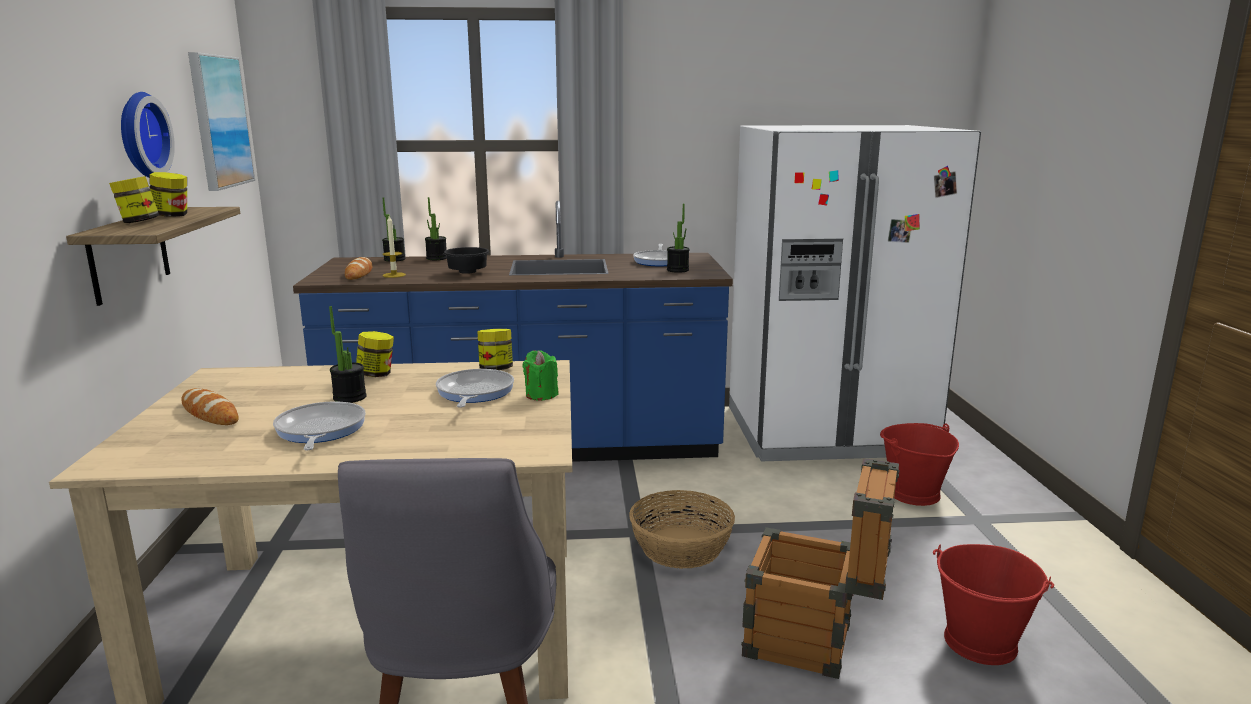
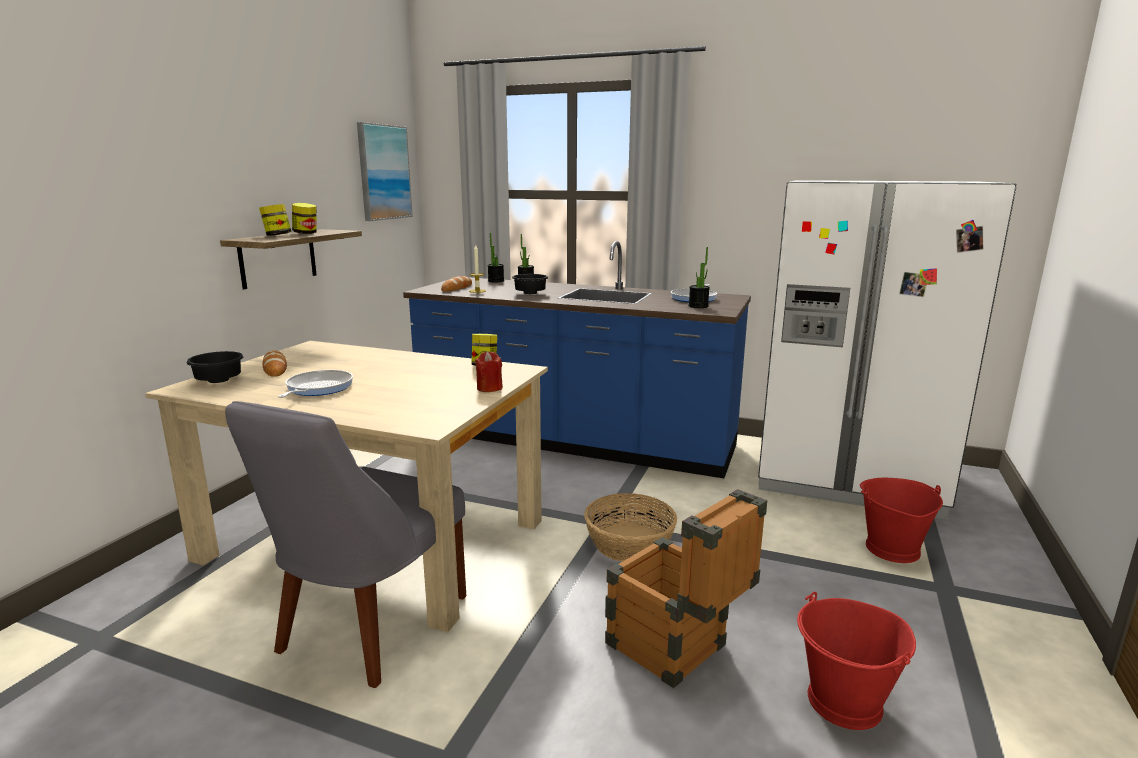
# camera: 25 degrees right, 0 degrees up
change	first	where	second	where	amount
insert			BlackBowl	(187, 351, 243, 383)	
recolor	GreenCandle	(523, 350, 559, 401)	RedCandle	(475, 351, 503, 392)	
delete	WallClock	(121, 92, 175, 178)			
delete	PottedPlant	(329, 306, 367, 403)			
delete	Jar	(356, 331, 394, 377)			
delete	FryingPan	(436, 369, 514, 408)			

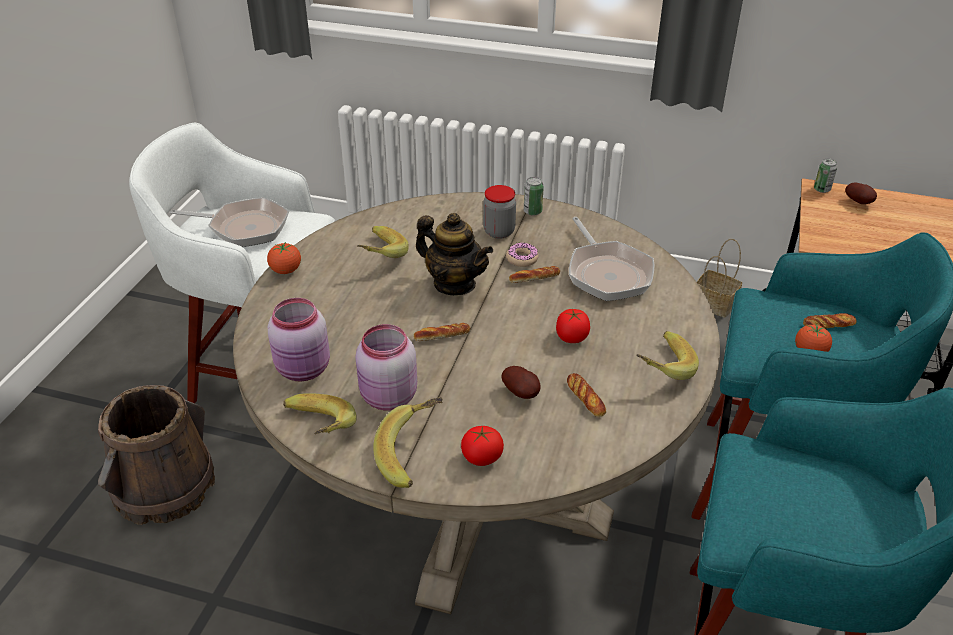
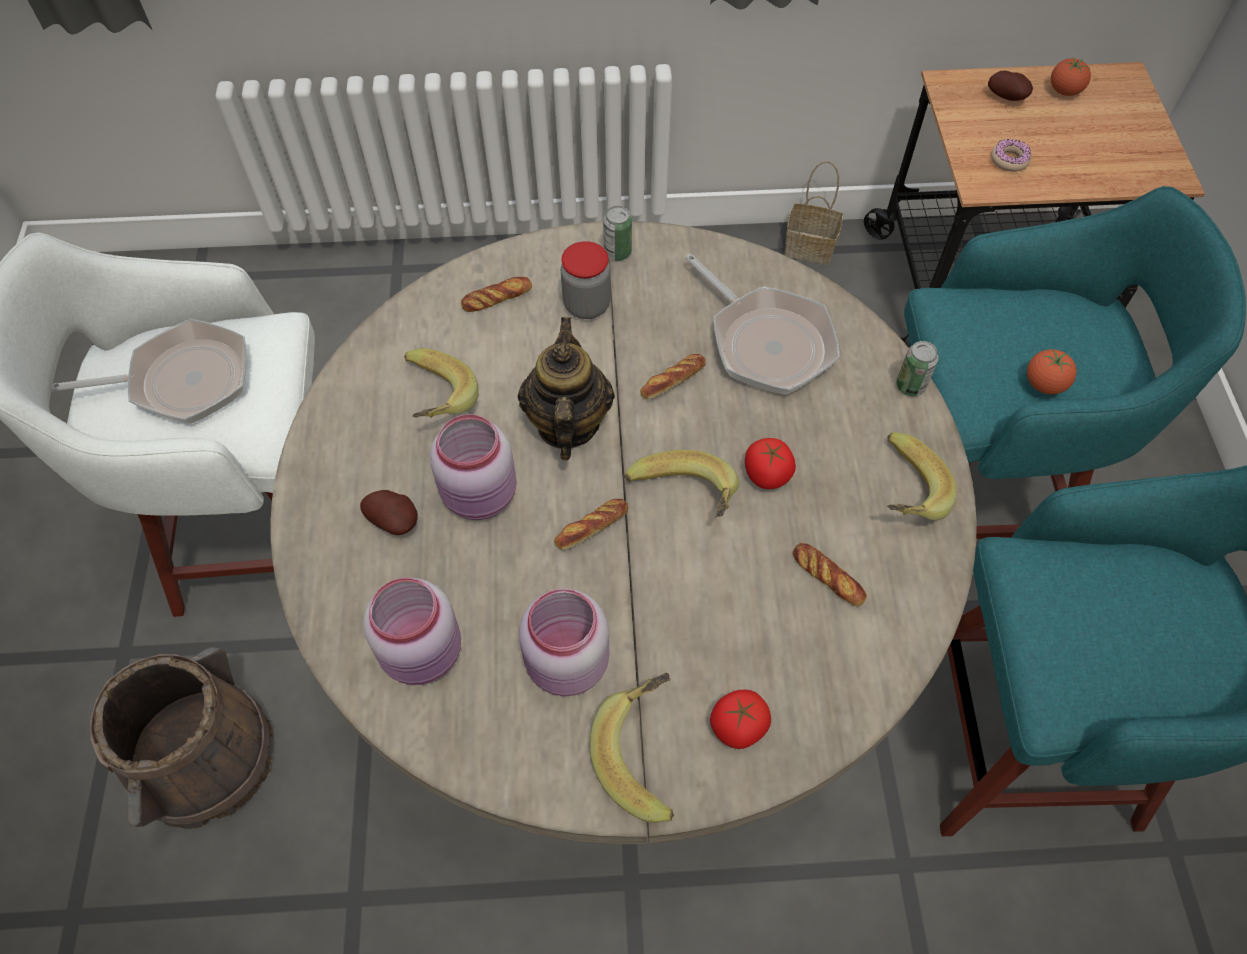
# camera: 20 degrees left, 20 degrees up
change	first	where	second	where	amount
move	Potato	(501, 366, 541, 399)		(360, 490, 418, 535)	
insert			PinkJar	(430, 414, 517, 520)	
move	Bread	(803, 313, 857, 328)		(461, 277, 532, 312)	
rotate	Teapot	(416, 213, 493, 295)		(518, 317, 615, 460)	105 degrees counterclockwise
move	Banana	(283, 393, 357, 435)		(625, 450, 739, 517)	
move	Can	(814, 159, 837, 193)		(896, 341, 939, 397)	
move	Donut	(506, 243, 539, 267)		(991, 139, 1031, 172)	
move	Tomato	(267, 242, 301, 274)		(1051, 57, 1091, 96)	

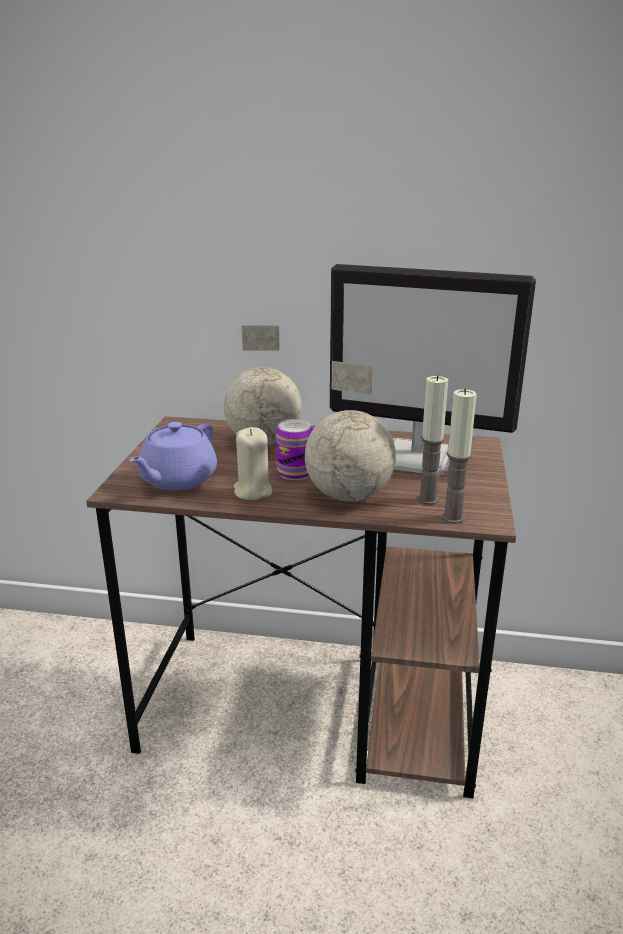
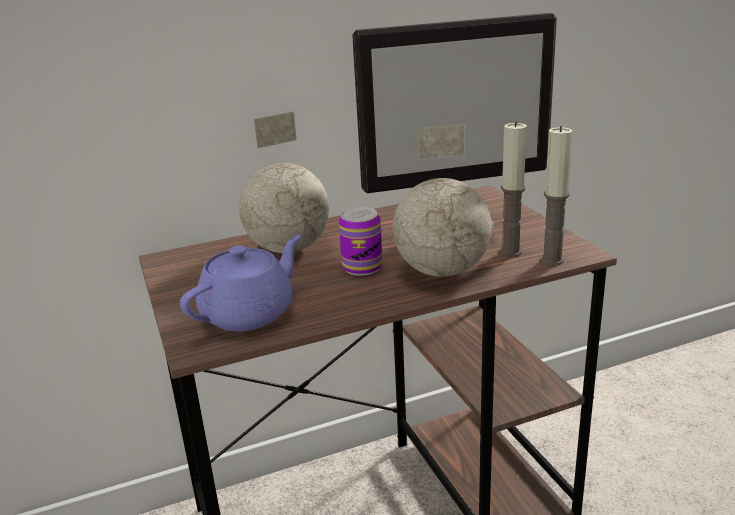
# camera: 30 degrees left, 0 degrees up
change	first	where	second	where	amount
rotate	PurpleTeapot	(129, 422, 217, 491)		(180, 235, 301, 331)	135 degrees counterclockwise
delete	BeigeCandle	(233, 427, 272, 500)			

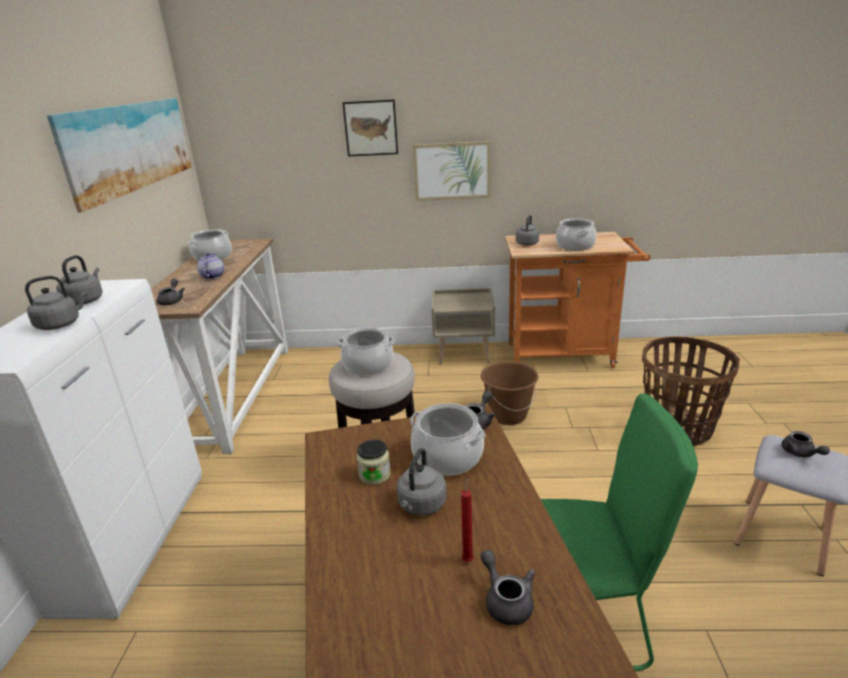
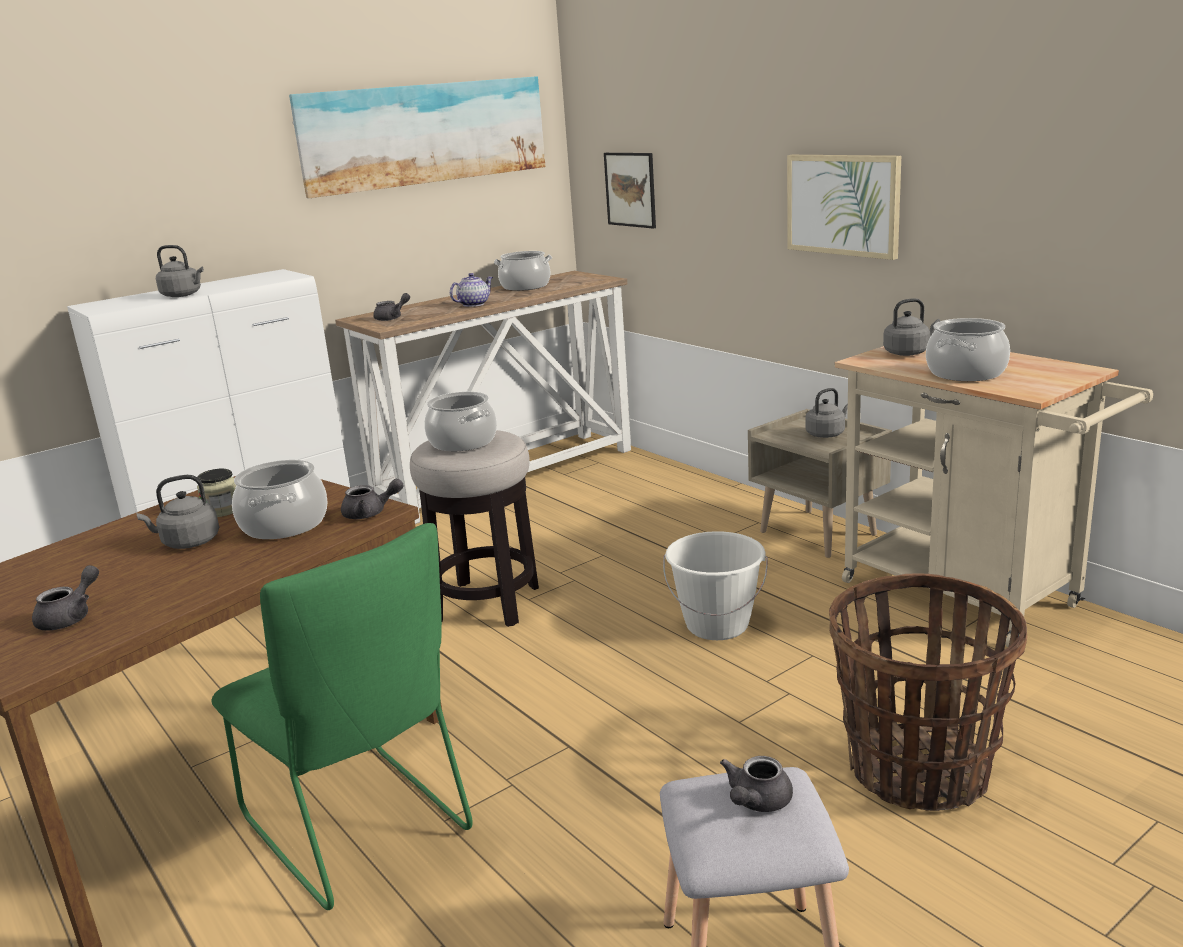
# camera: 50 degrees right, 5 degrees down
change	first	where	second	where	amount
move	Picture	(342, 99, 398, 157)		(604, 153, 656, 229)	
recolor	BrownBucket	(480, 362, 538, 425)	WhiteBucket	(663, 531, 768, 640)	
move	GreyKettle	(56, 255, 103, 305)		(805, 388, 848, 438)	
recolor	OrangeCart	(505, 232, 651, 368)	BeigeCart	(834, 346, 1153, 647)	
delete	RedCandle	(461, 478, 474, 562)			

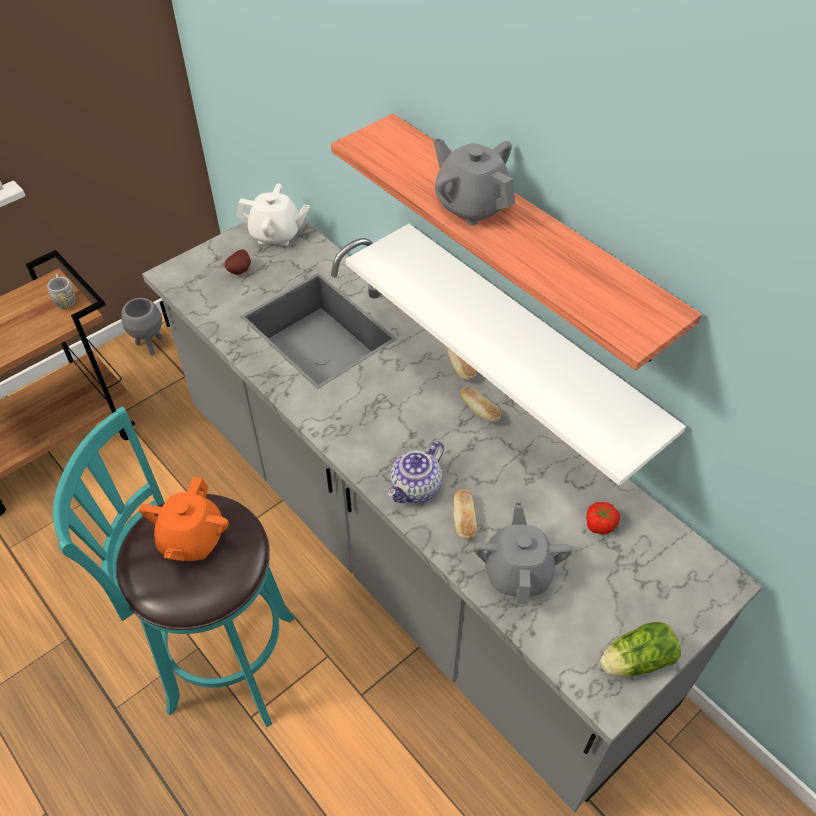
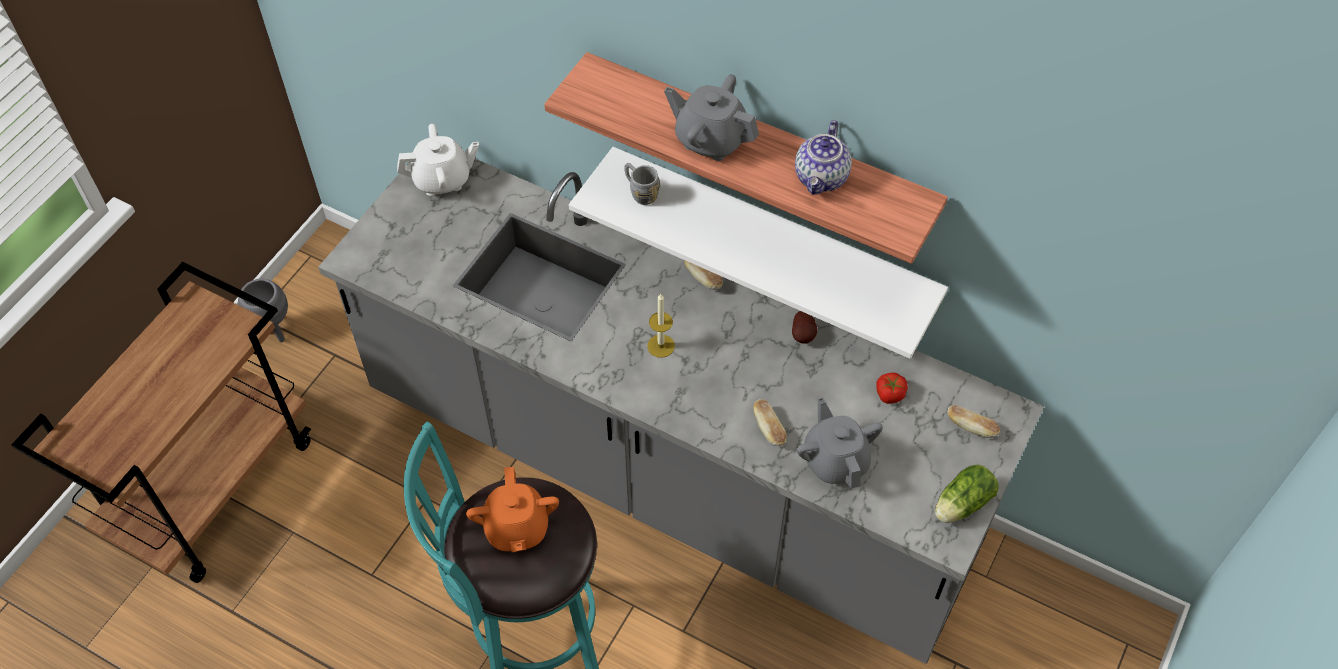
# camera: 20 degrees left, 5 degrees up
change	first	where	second	where	amount
move	GreyMug	(47, 273, 75, 309)		(624, 163, 660, 205)	
insert			Candle	(647, 294, 675, 358)	
move	Potato	(225, 249, 251, 275)		(792, 311, 818, 344)	
move	Teapot	(387, 441, 444, 503)		(795, 120, 852, 195)	
move	Bread	(461, 386, 501, 422)		(947, 405, 1000, 438)	

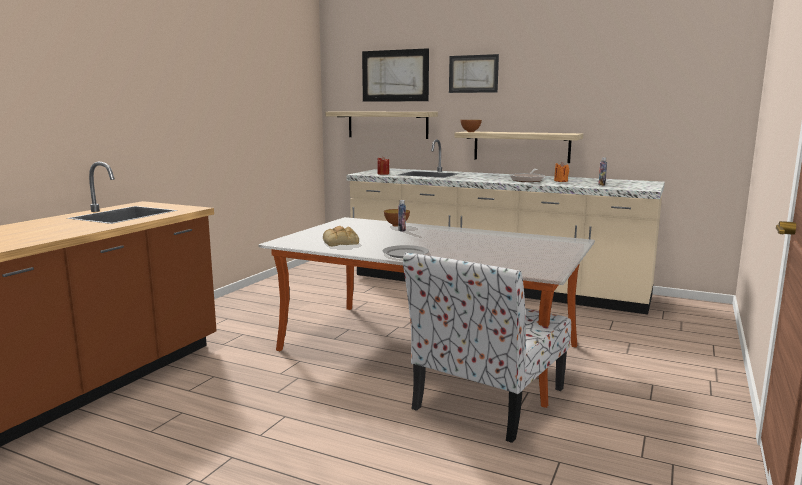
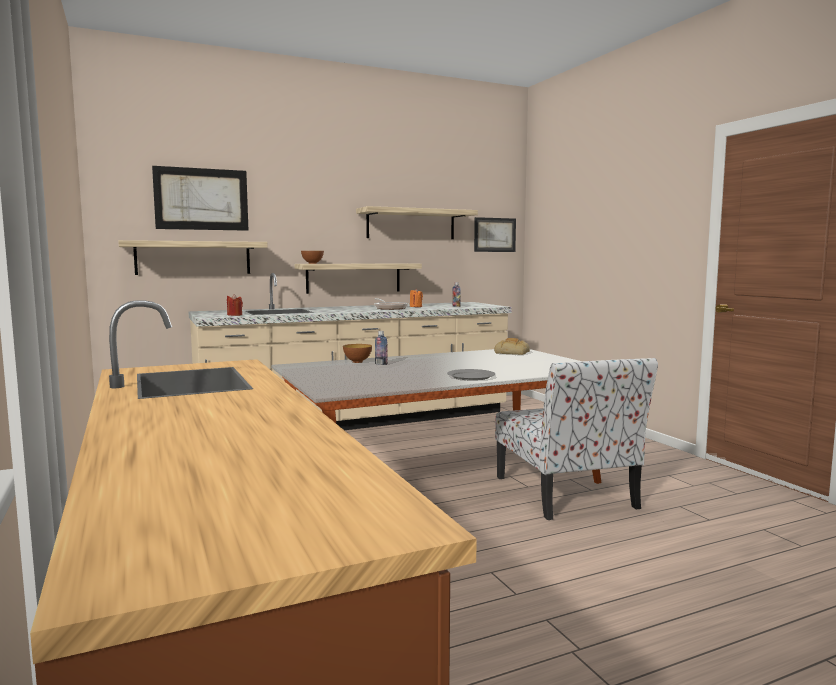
# camera: 50 degrees left, 5 degrees down
change	first	where	second	where	amount
insert			Shelf	(356, 206, 478, 239)	
move	Picture	(449, 54, 499, 93)		(474, 217, 516, 252)	
move	Bread	(323, 226, 359, 246)		(494, 338, 530, 355)	

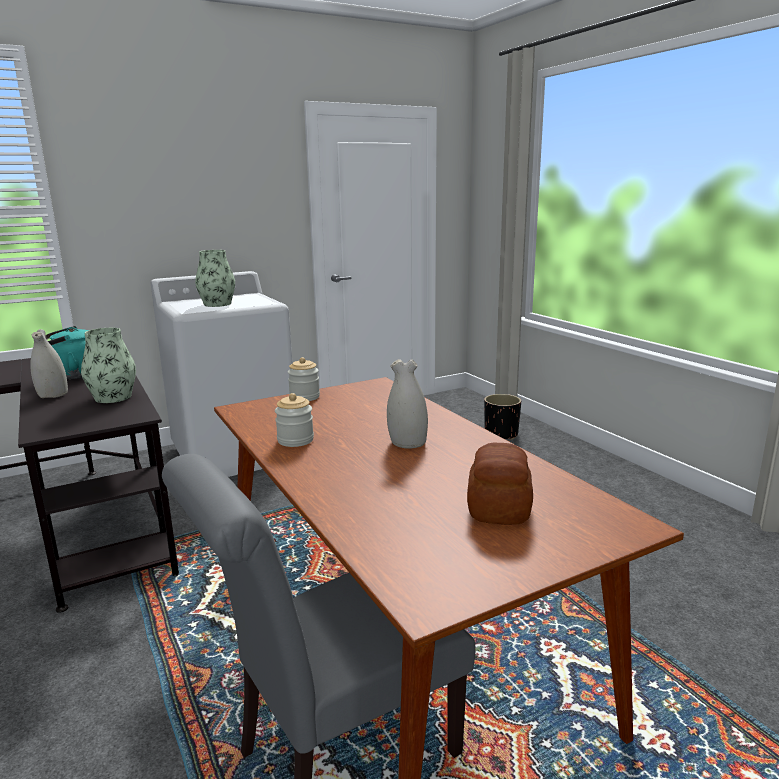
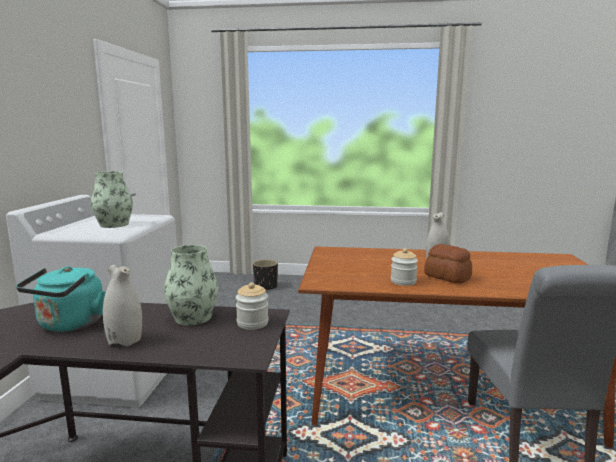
# camera: 55 degrees left, 5 degrees down
change	first	where	second	where	amount
move	Jar	(288, 357, 320, 401)		(236, 282, 269, 330)	
move	Bread	(467, 443, 533, 525)		(424, 244, 472, 284)	

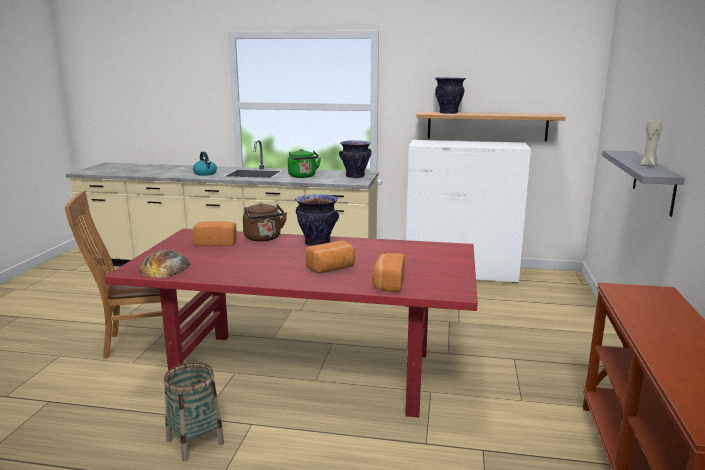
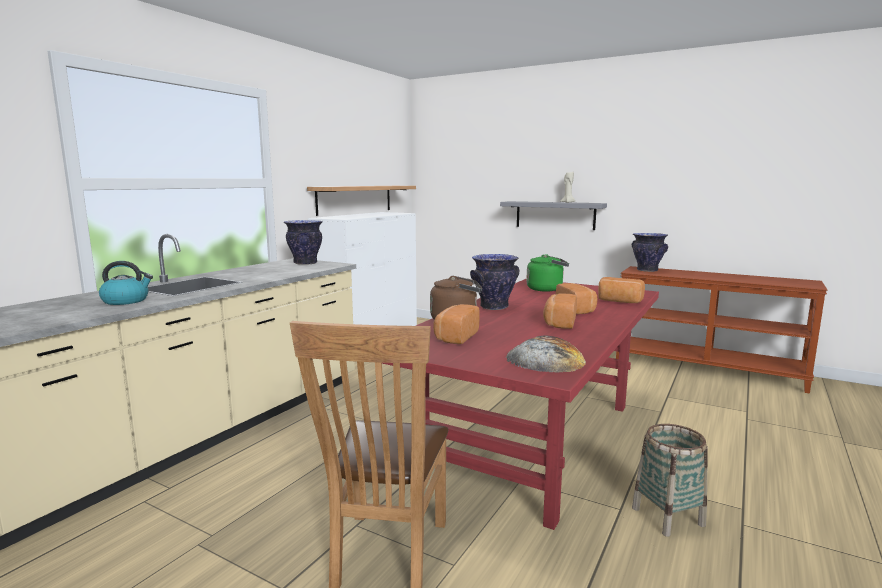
# camera: 70 degrees left, 5 degrees down
change	first	where	second	where	amount
move	GreenKettle	(288, 149, 321, 178)		(526, 254, 569, 292)	
insert			Bread	(543, 293, 577, 329)	
move	Vase	(435, 77, 466, 114)		(632, 233, 668, 272)	

